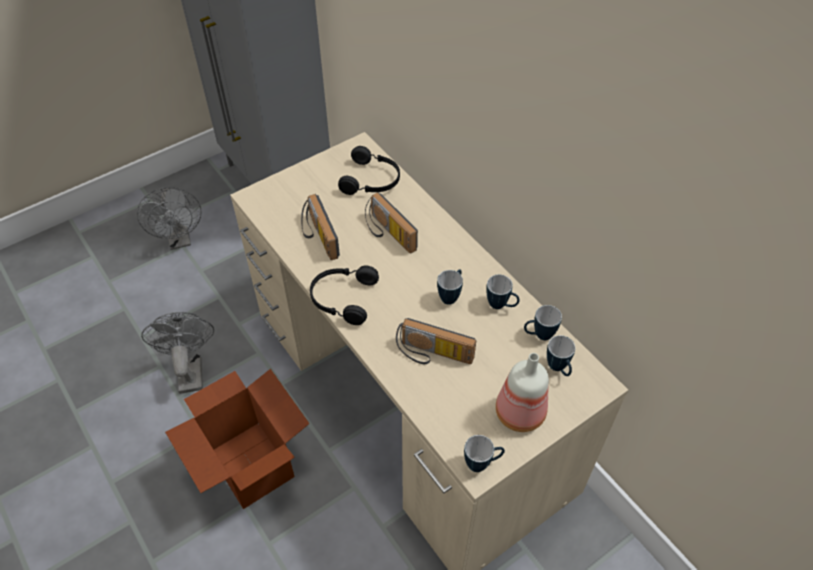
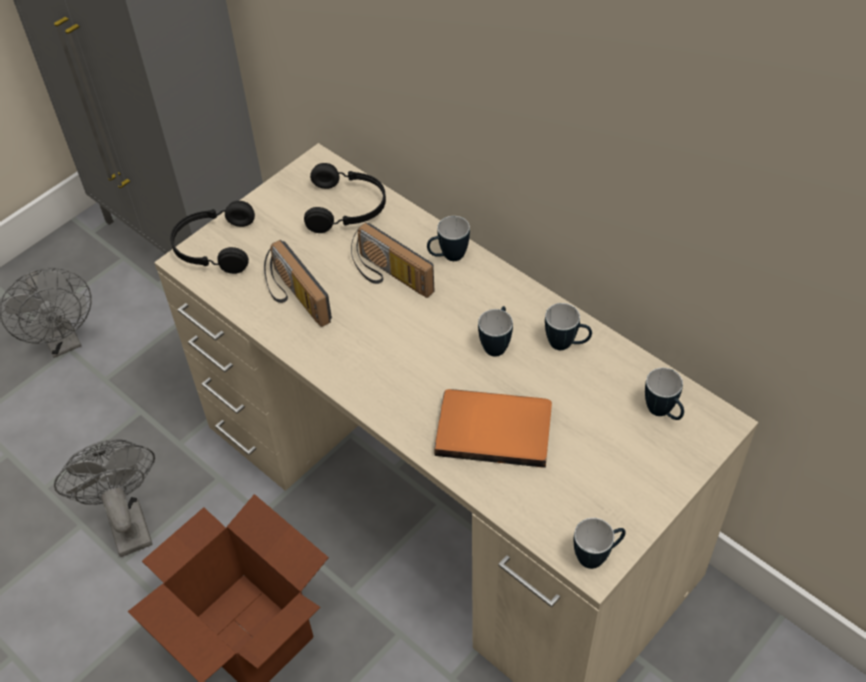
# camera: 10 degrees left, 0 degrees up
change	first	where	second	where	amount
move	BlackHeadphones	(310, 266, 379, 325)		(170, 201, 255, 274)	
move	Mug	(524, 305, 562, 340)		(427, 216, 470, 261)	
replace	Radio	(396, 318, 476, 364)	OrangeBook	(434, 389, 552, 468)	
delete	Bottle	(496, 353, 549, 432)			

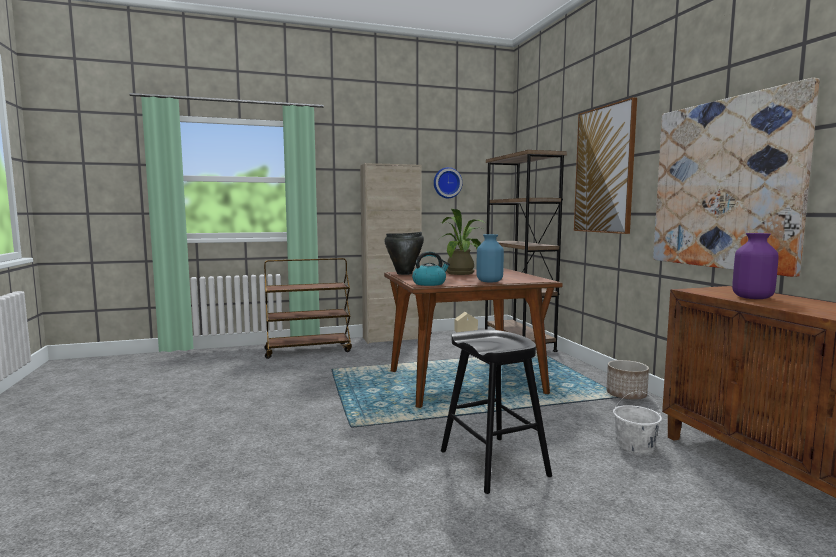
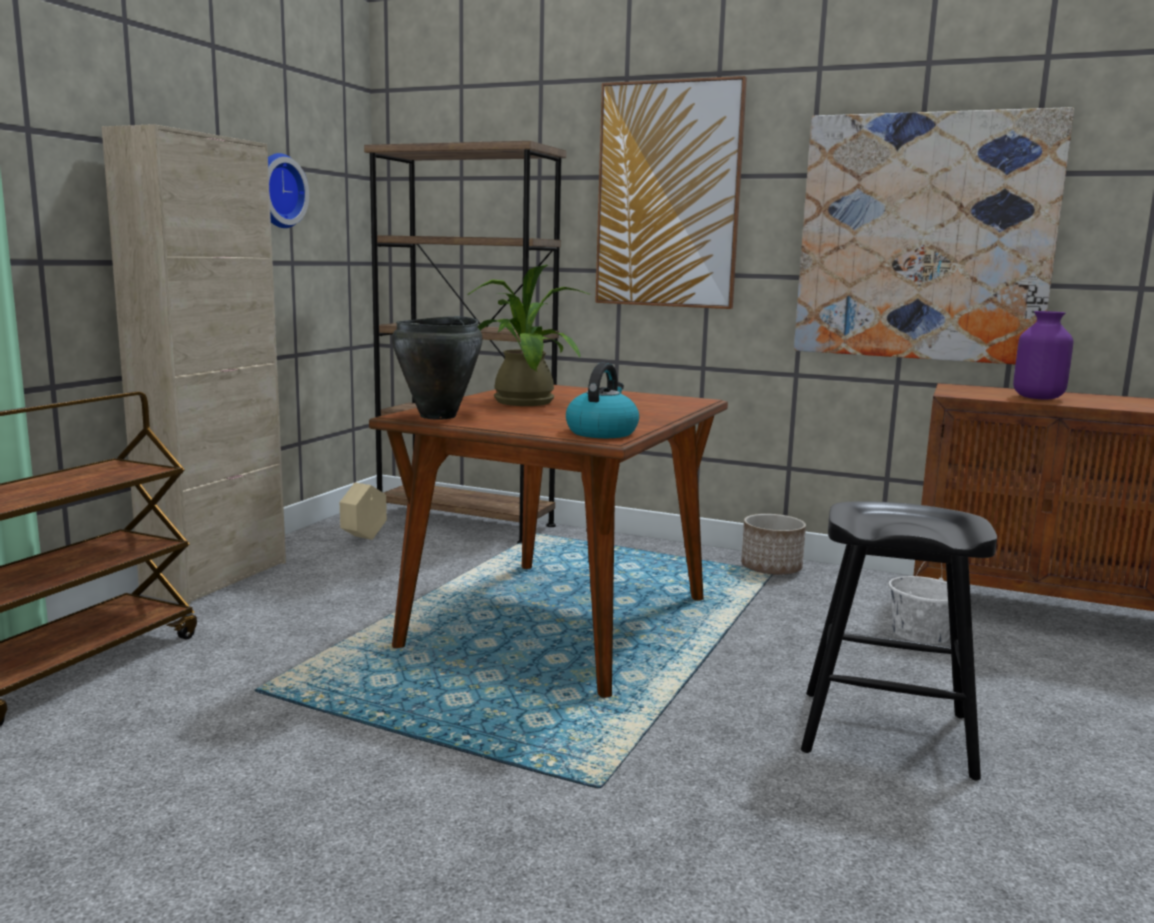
# camera: 50 degrees left, 5 degrees up
change	first	where	second	where	amount
delete	BlueVase	(476, 234, 504, 282)			

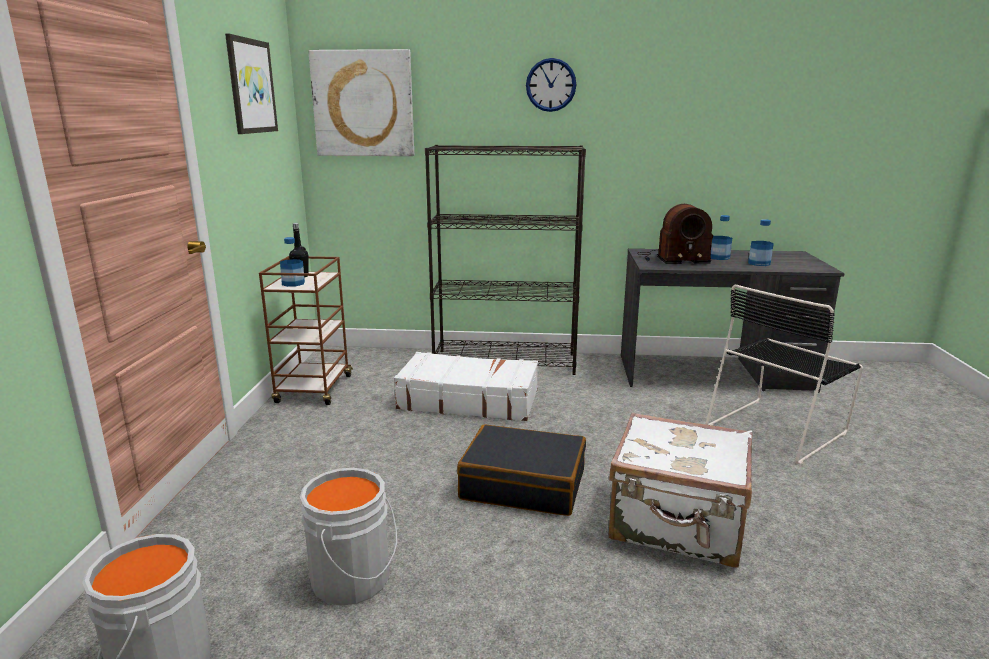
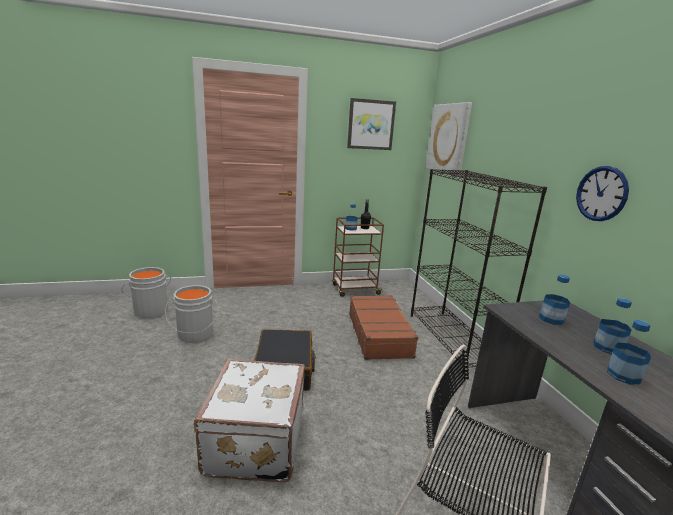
# camera: 70 degrees right, 0 degrees up
change	first	where	second	where	amount
recolor	WhiteSuitcase	(394, 352, 538, 421)	BrownSuitcase	(349, 295, 418, 360)	
replace	Radio	(637, 204, 713, 264)	Bottle	(539, 275, 570, 325)	
move	WallClock	(526, 58, 576, 112)		(576, 166, 629, 221)	

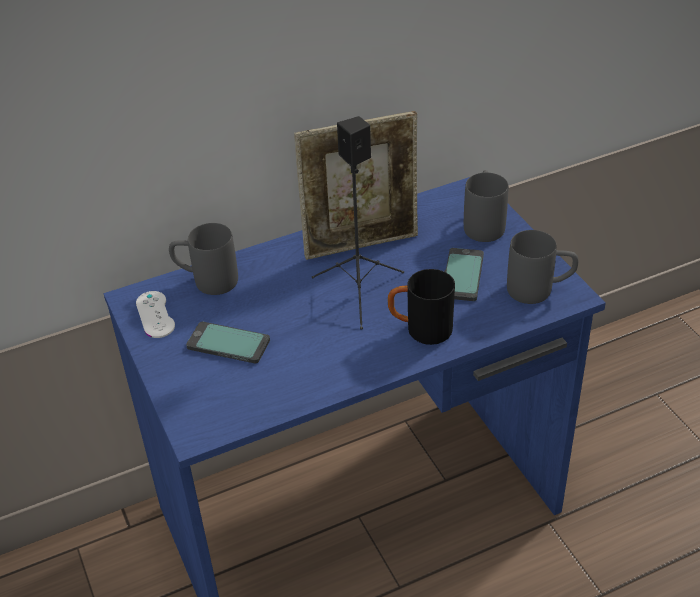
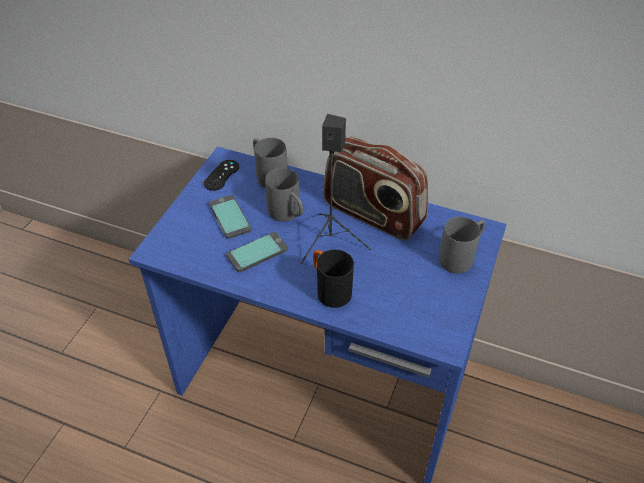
# camera: 45 degrees right, 5 degrees up
change	first	where	second	where	amount
recolor	WhiteGameController	(136, 291, 175, 338)	BlackGameController	(204, 160, 239, 191)	
move	Phone	(445, 248, 484, 301)		(226, 232, 288, 273)	
move	GreyMug	(507, 230, 579, 304)		(265, 168, 303, 222)	
replace	PictureFrame	(294, 111, 418, 260)	Radio	(323, 137, 428, 241)	

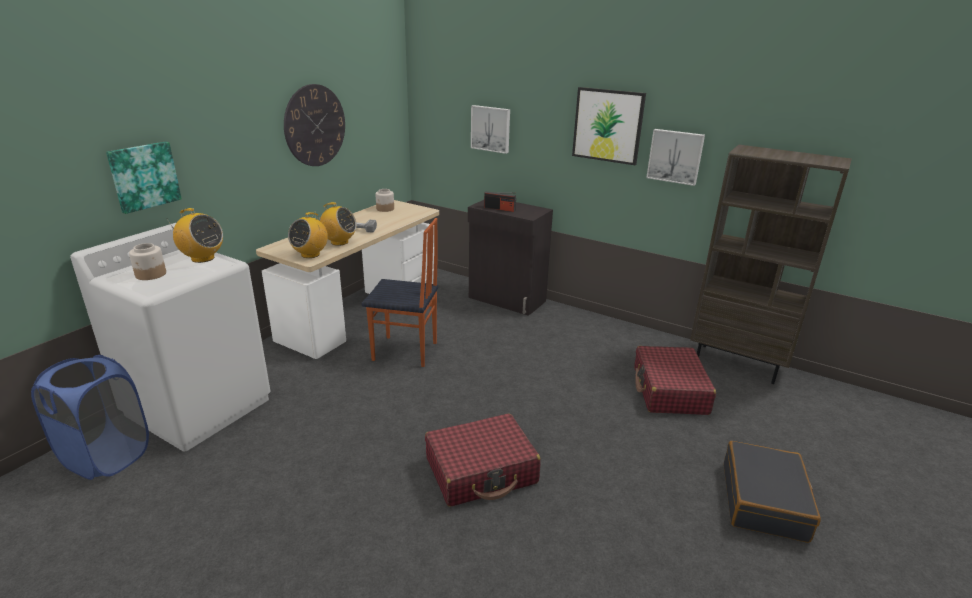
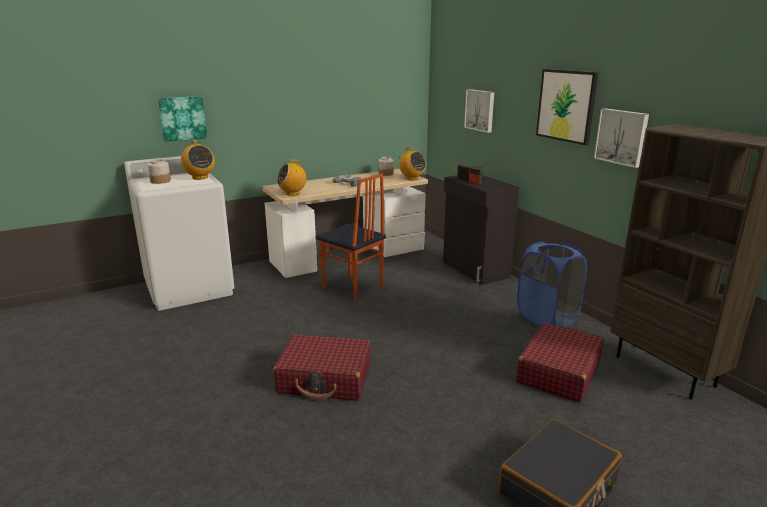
# camera: 30 degrees right, 5 degrees down
change	first	where	second	where	amount
move	Radio	(315, 202, 357, 246)		(399, 148, 426, 180)	
move	BlueLaundryBasket	(31, 355, 149, 480)		(517, 242, 587, 328)	
delete	WallClock	(284, 84, 345, 166)			

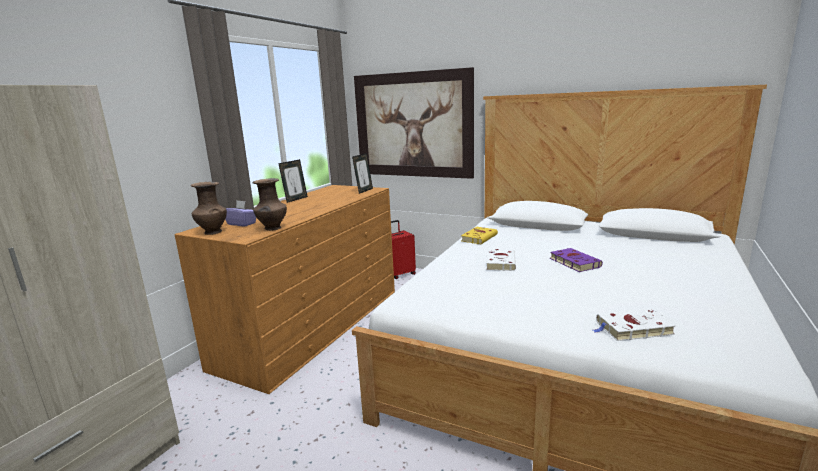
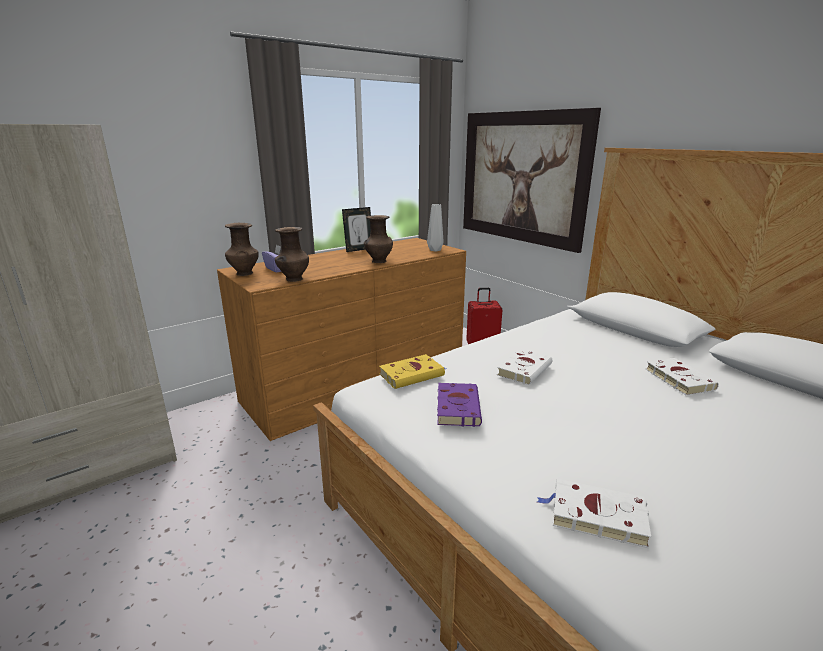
# camera: 25 degrees right, 5 degrees up
change	first	where	second	where	amount
insert			BrownVase	(364, 215, 393, 263)	
move	YellowBook	(461, 227, 498, 244)		(379, 354, 446, 389)	
replace	PictureFrame	(352, 153, 373, 194)	GreyVase	(427, 204, 443, 252)	
move	PurpleBook	(550, 248, 603, 272)		(437, 383, 482, 427)	
insert			WhiteBook	(646, 358, 719, 395)	

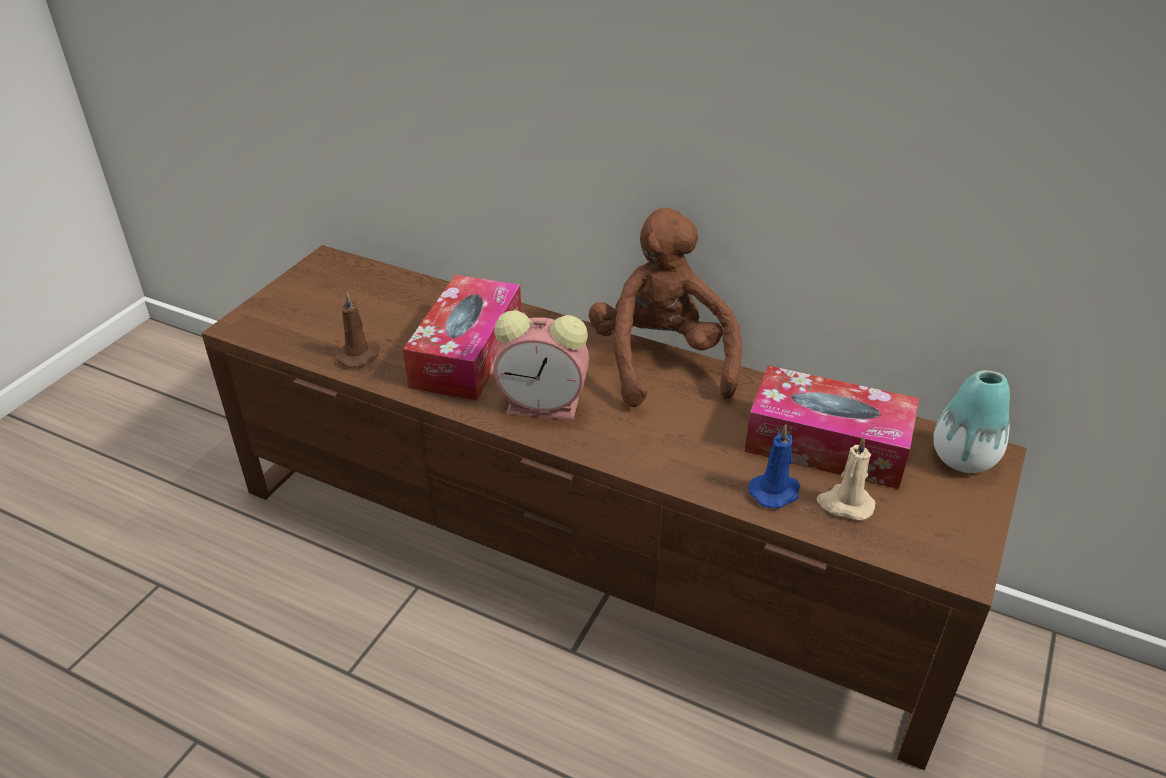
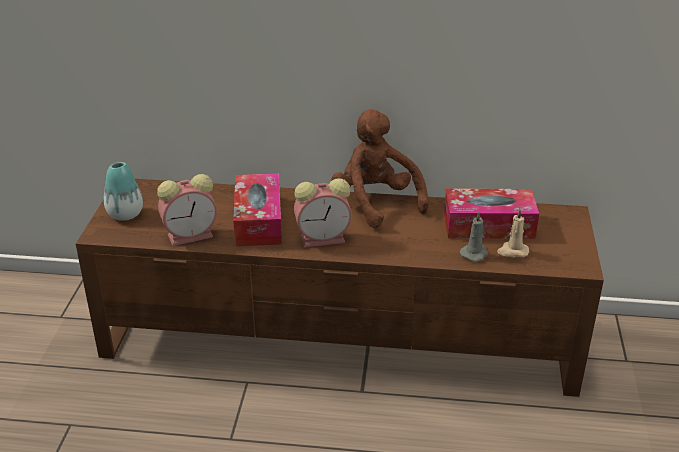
# camera: 20 degrees left, 5 degrees down
change	first	where	second	where	amount
move	Vase	(933, 370, 1010, 473)		(104, 162, 143, 221)	
replace	BrownCandle	(336, 292, 380, 368)	AlarmClock	(157, 174, 217, 246)	
recolor	BlueCandle	(749, 425, 800, 508)	GreyCandle	(460, 211, 488, 262)	

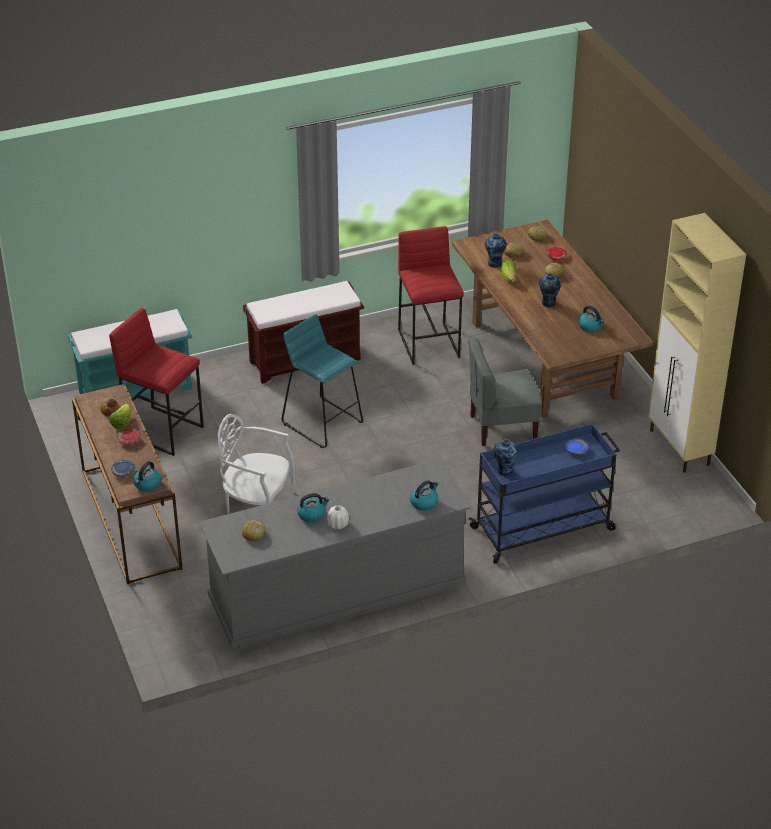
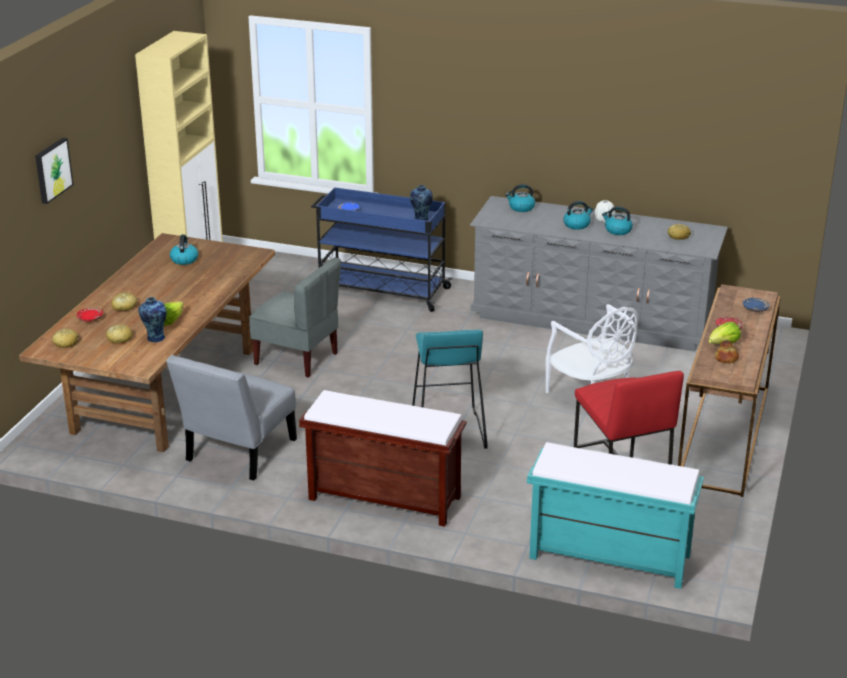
# camera: 140 degrees left, 10 degrees down
change	first	where	second	where	amount
insert			Picture	(35, 138, 74, 204)	
replace	RedStool	(398, 226, 464, 365)	GreyChair	(166, 355, 297, 481)	
move	Kettle	(133, 461, 162, 492)		(563, 201, 593, 230)	
delete	Vase	(539, 273, 561, 307)			

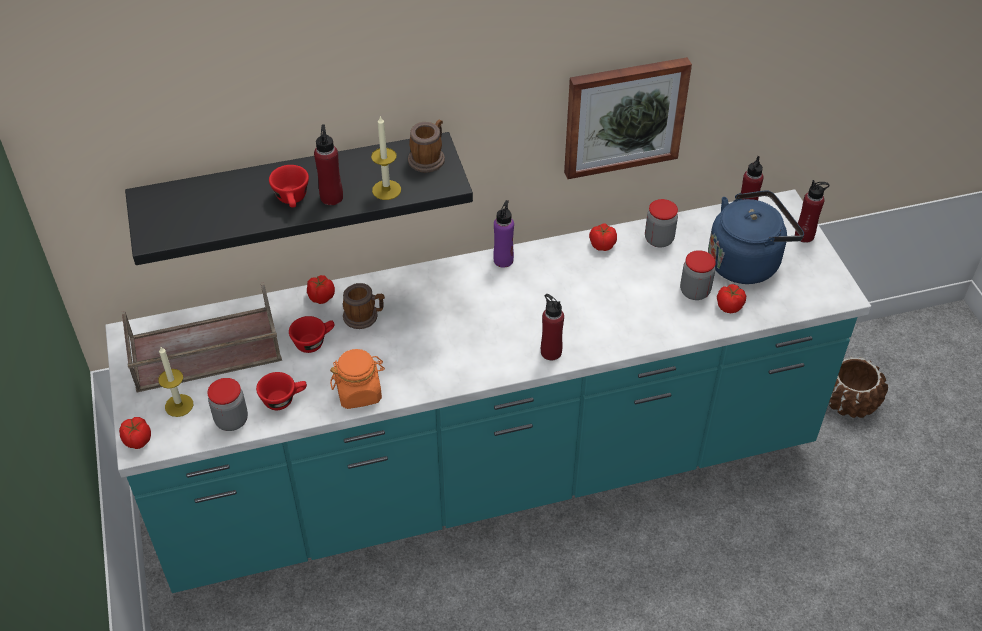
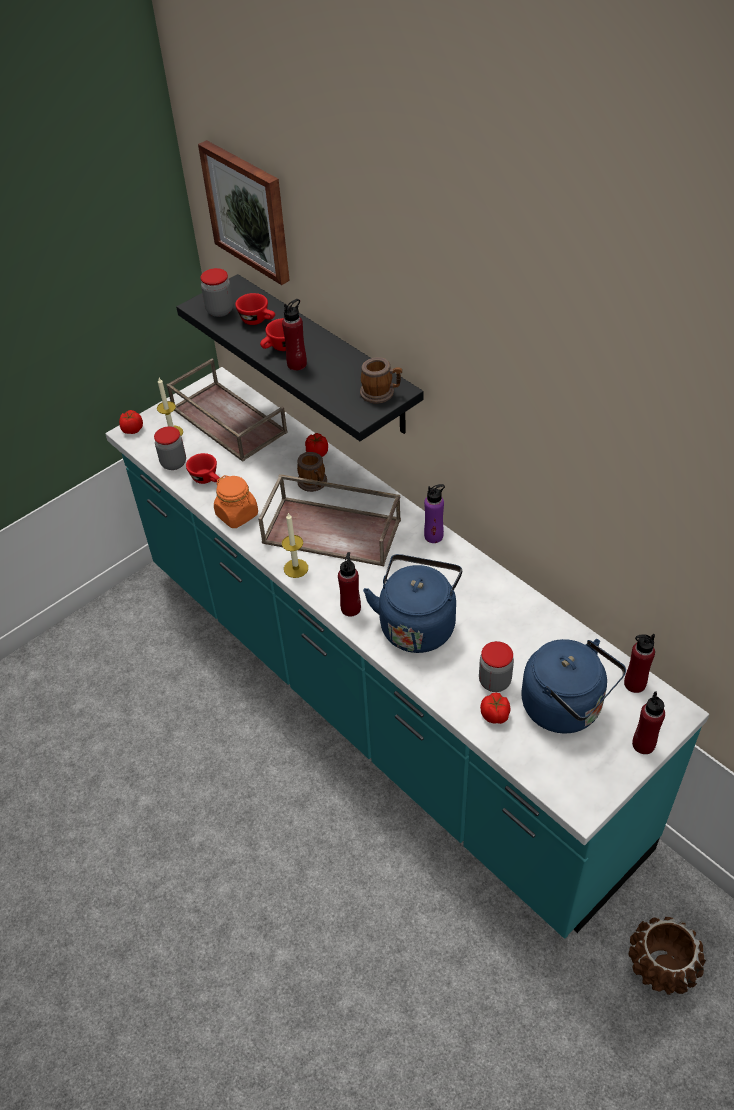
# camera: 65 degrees right, 0 degrees up
change	first	where	second	where	amount
move	Picture	(564, 57, 692, 179)		(198, 140, 290, 285)	
move	Jar	(645, 199, 678, 248)		(200, 268, 233, 317)	
move	RedCup	(289, 316, 335, 353)		(235, 293, 275, 325)	
insert			BrownTray	(258, 474, 401, 566)	
move	Candle	(371, 115, 401, 200)		(282, 513, 308, 578)	
insert			BlueKettle	(363, 554, 462, 653)	
delete	Tomato	(589, 223, 617, 251)			

